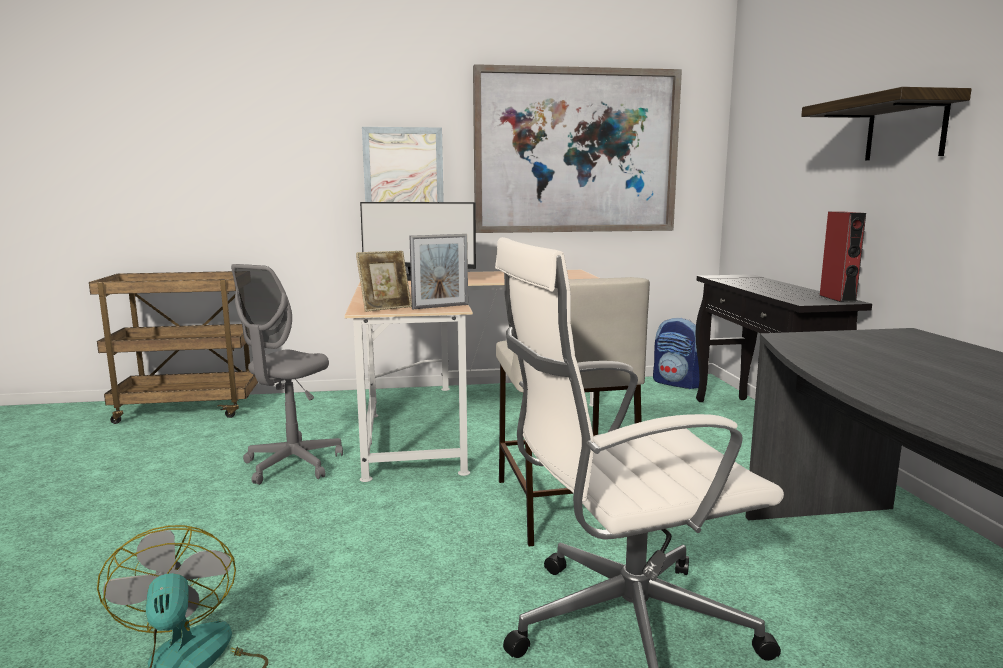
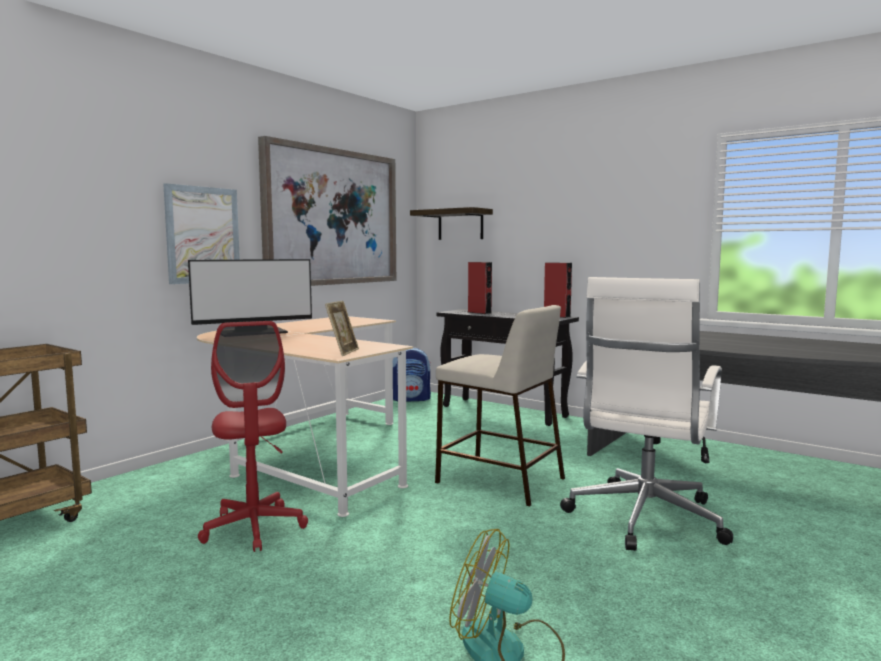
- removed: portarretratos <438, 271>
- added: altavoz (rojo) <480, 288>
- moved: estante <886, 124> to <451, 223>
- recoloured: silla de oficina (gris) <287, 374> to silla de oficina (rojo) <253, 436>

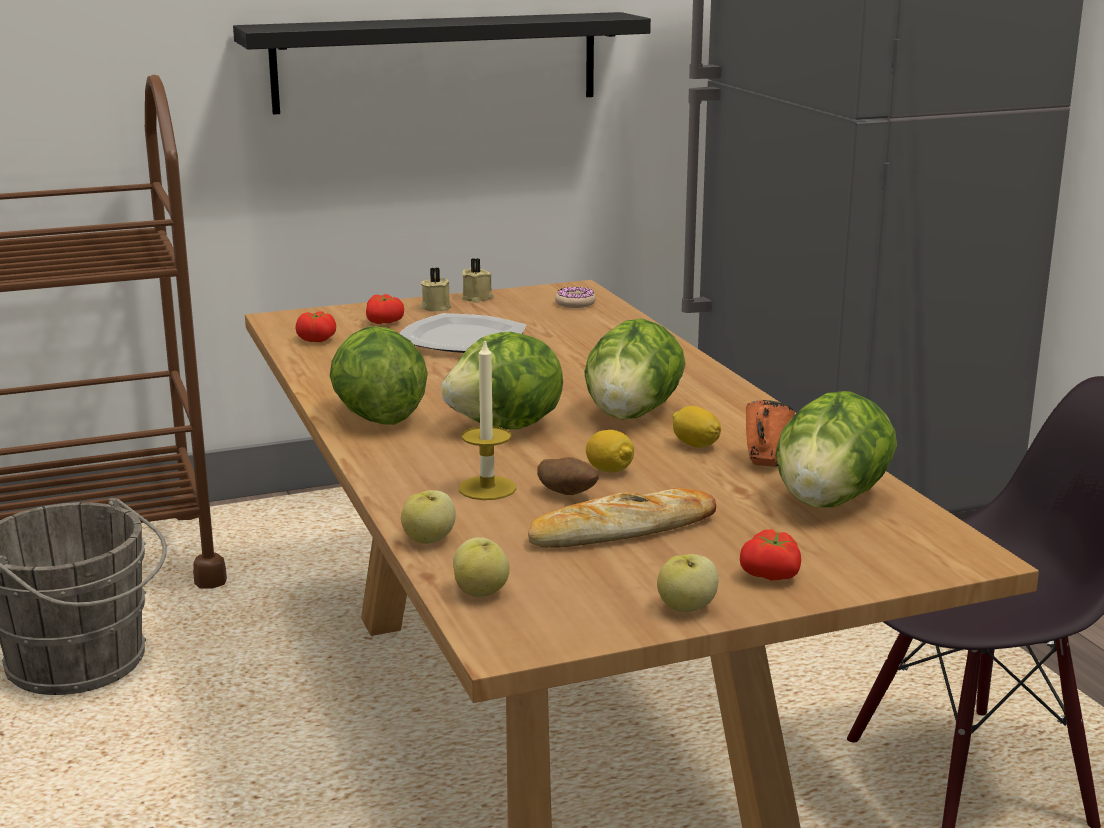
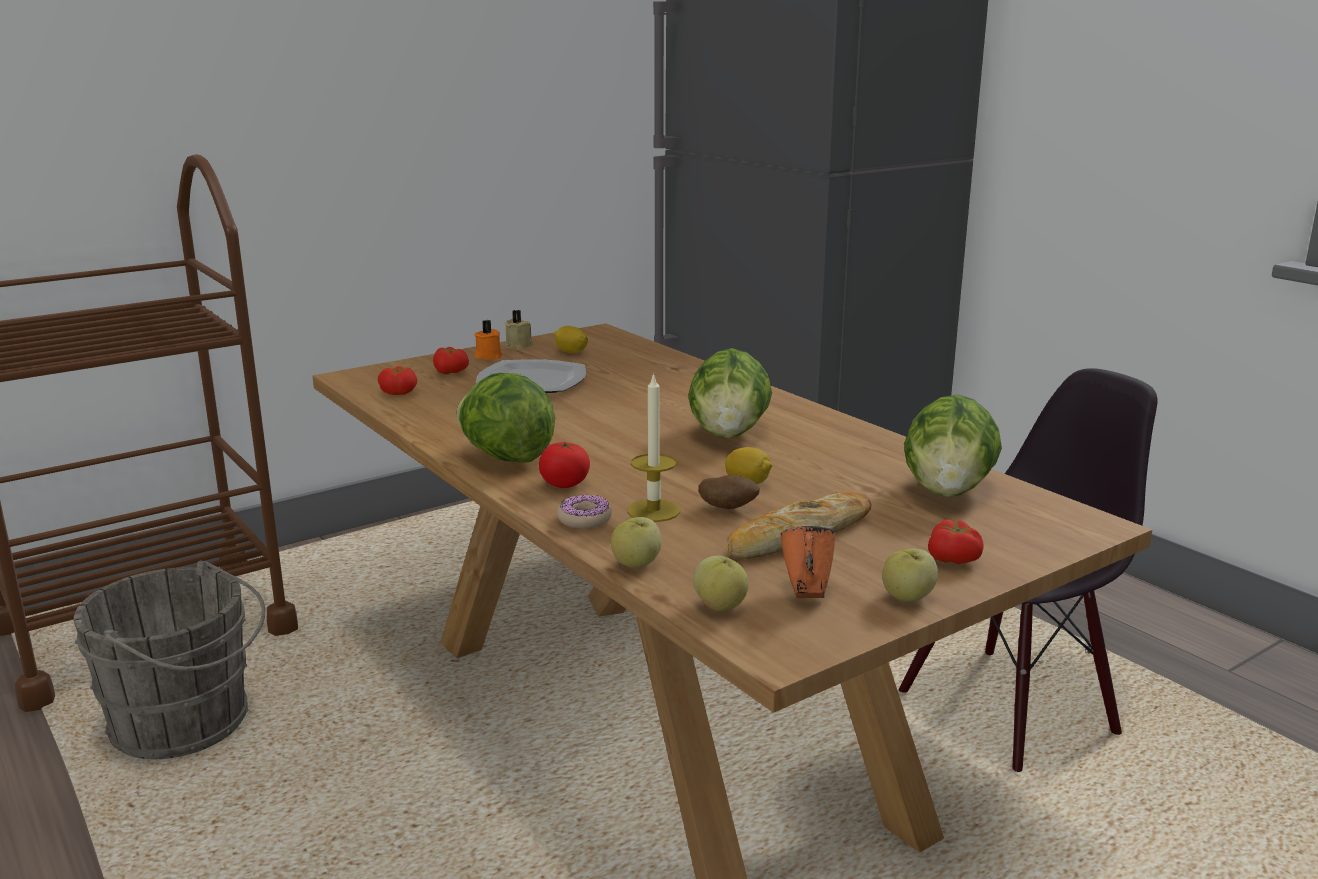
- removed: estante (negro) <442, 63>
- removed: lechuga <502, 380>
- added: tomate <564, 465>
- moved: rosquilla <575, 297> to <584, 512>
- moved: limón <696, 427> to <571, 339>
- moved: taza grande (naranja) <770, 433> to <807, 562>
- recoloured: vela (beis) <436, 289> to vela (naranja) <488, 340>

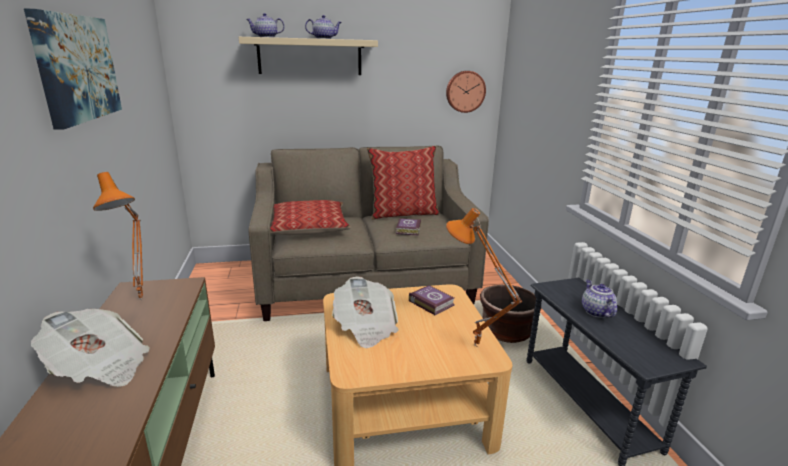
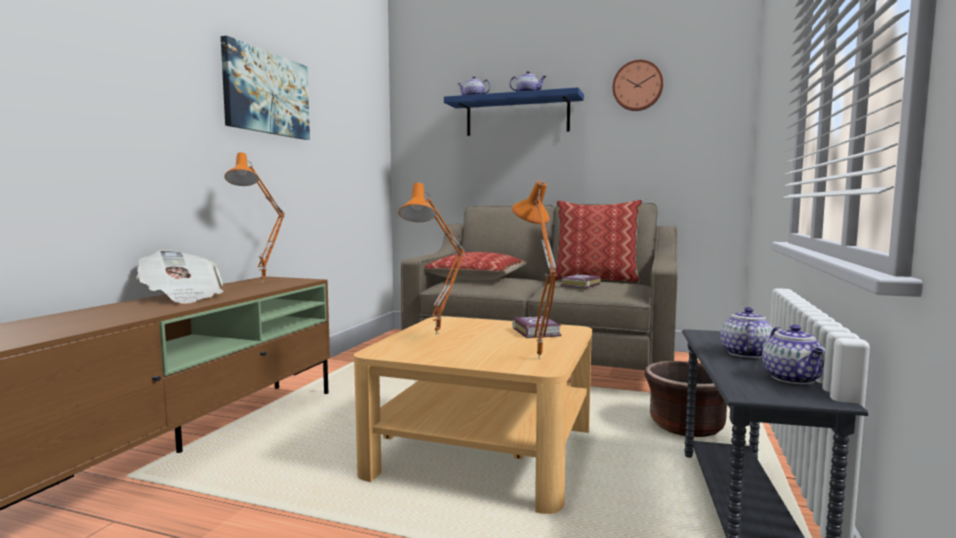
- added: tetera <793, 354>
- moved: reloj de pared <466, 92> to <637, 85>
- replaced: periódico <365, 312> to lámpara de mesa (naranja) <431, 259>
- recoloured: estante (beis) <308, 56> to estante (azul) <514, 111>

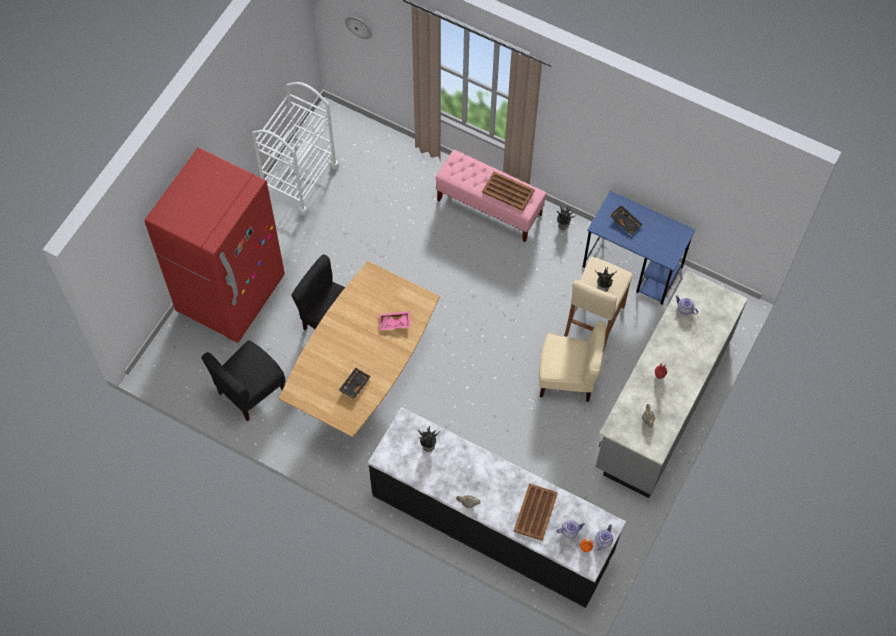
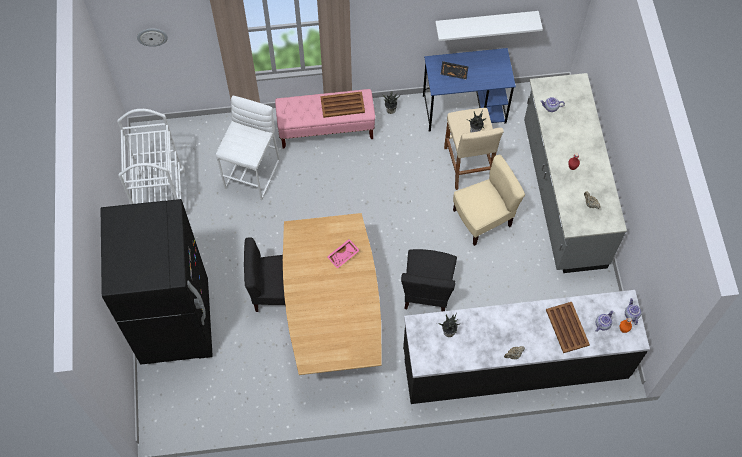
- removed: bandeja (negro) <355, 383>
- added: taburete (blanco) <248, 148>
- added: estante (blanco) <489, 26>
- moved: silla (negro) <243, 381> to <429, 280>
- recoloured: nevera (rojo) <215, 245> to nevera (negro) <157, 282>

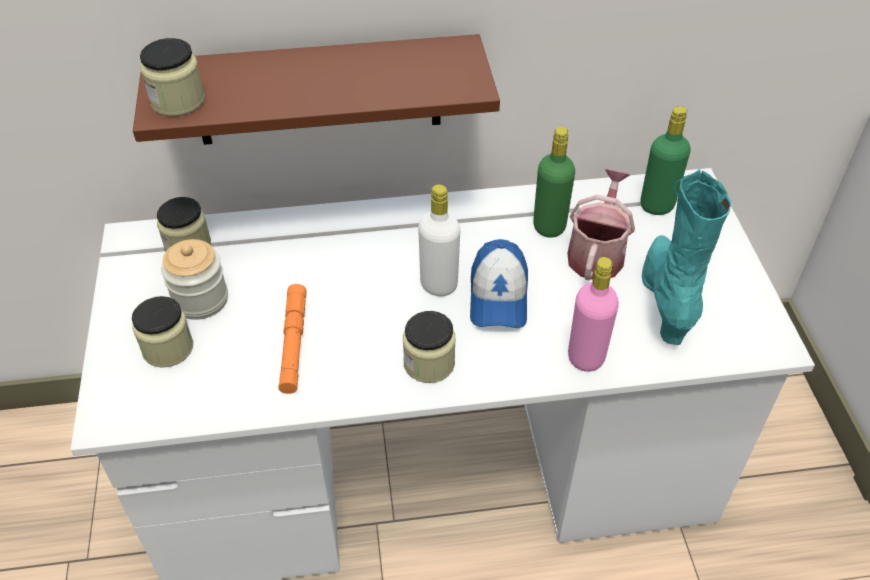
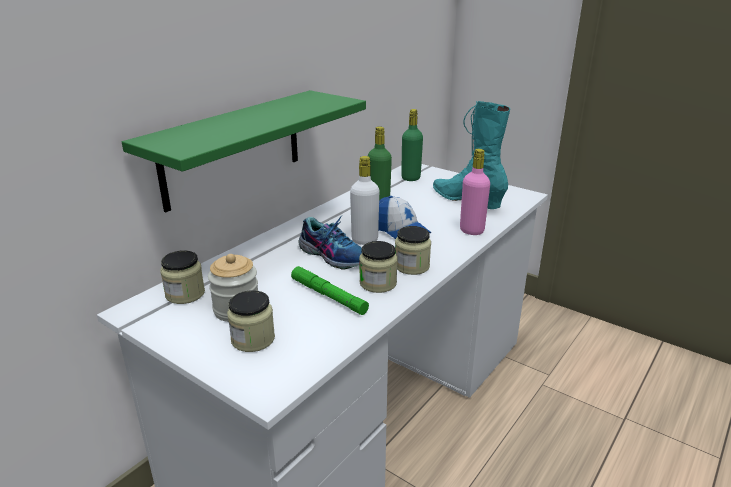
- removed: regadera <601, 224>
- added: zapato <330, 242>
- moved: tarro <172, 77> to <378, 267>
- recoloured: estante (marrón) <316, 89> to estante (verde) <244, 151>
- recoloured: linterna (naranja) <292, 339> to linterna (verde) <330, 290>

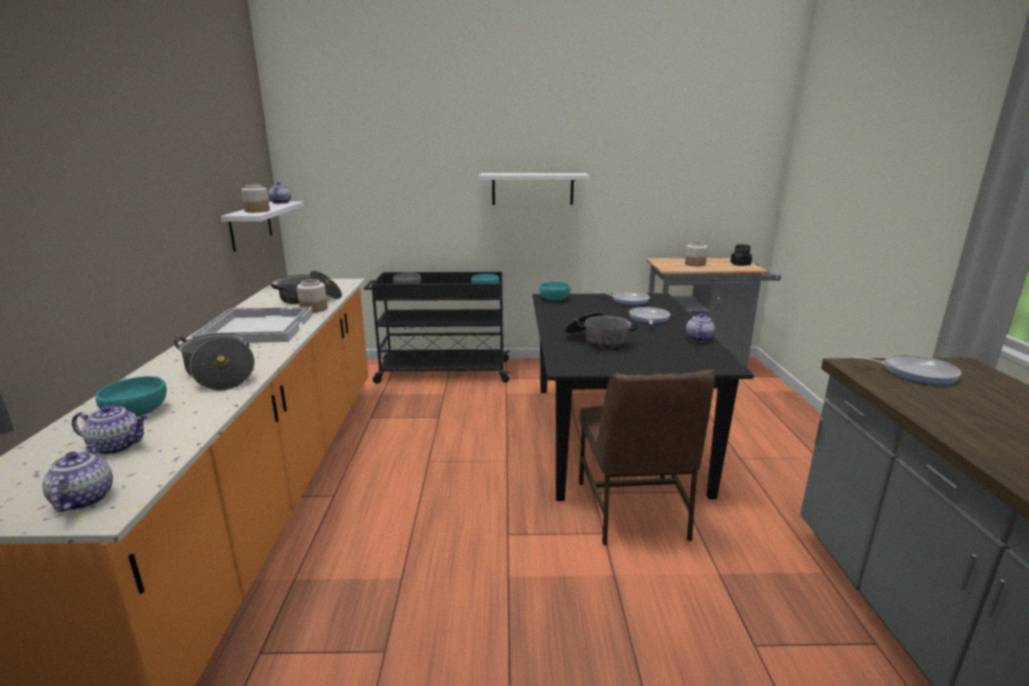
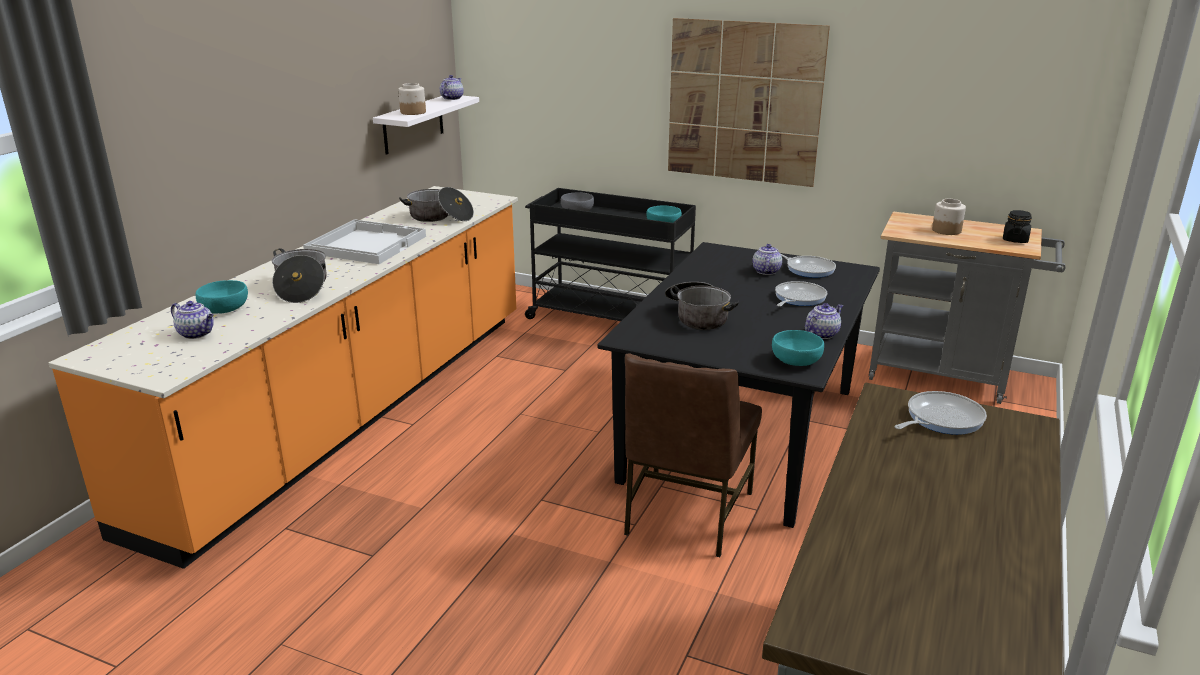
- removed: tarro <312, 296>
- moved: tetera <77, 477> to <767, 259>
- moved: cuenco (turquesa) <555, 291> to <798, 348>
- replaced: estante (blanco) <534, 189> to cuadro <749, 102>
- turned: sartén <906, 369> = <941, 413> 75 degrees counterclockwise

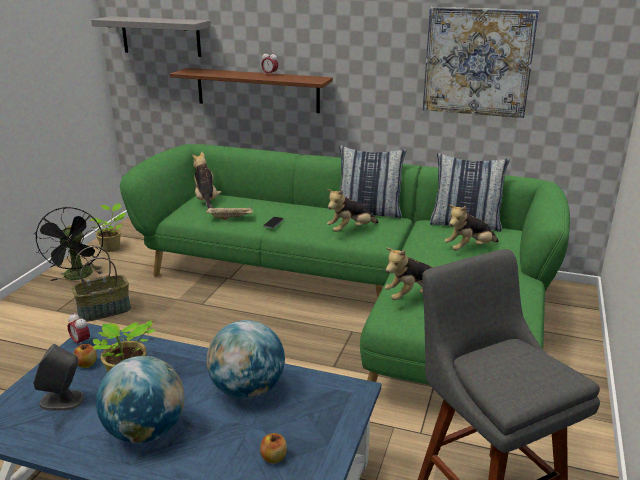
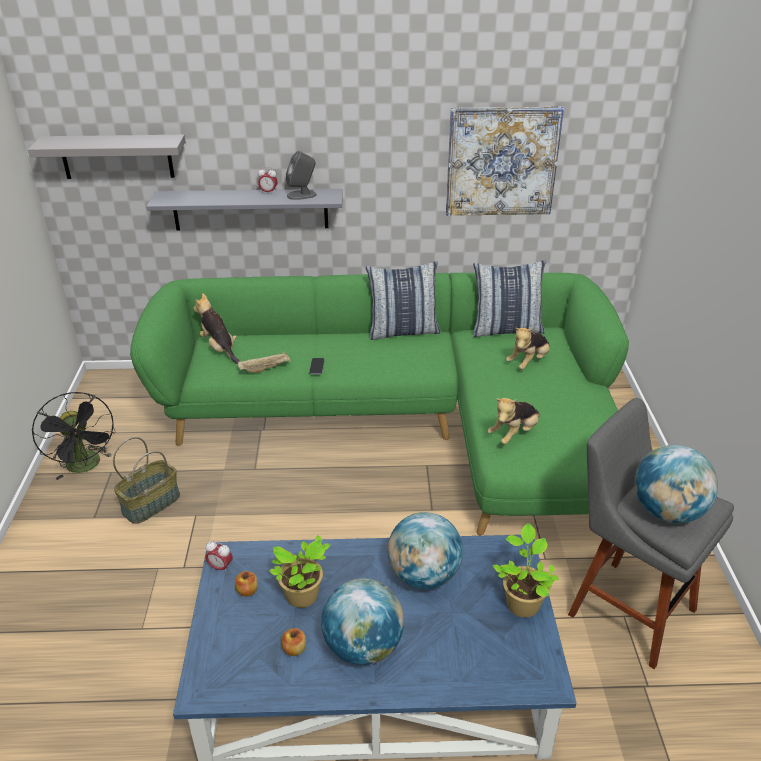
- removed: peluche <353, 210>
- added: globo terráqueo <676, 484>
- moved: altavoz (gris) <59, 377> to <301, 175>
- moved: planta en maceta <107, 227> to <526, 570>
- moved: manzana <273, 448> to <294, 642>
- recoloured: estante (marrón) <251, 90> to estante (gris) <244, 210>

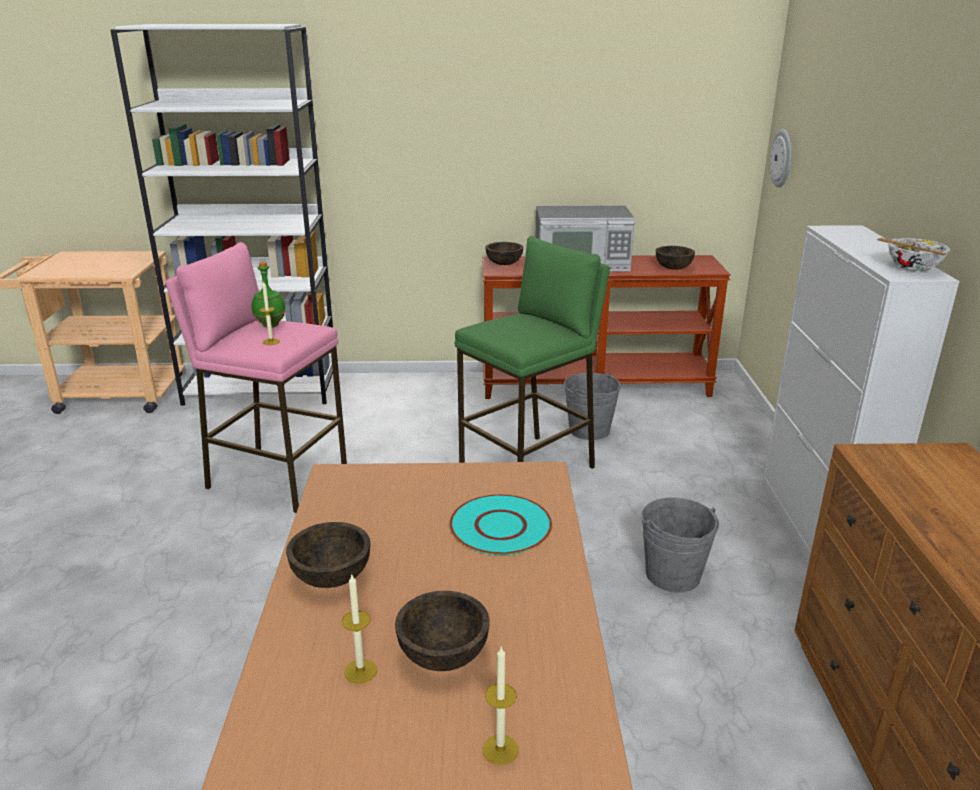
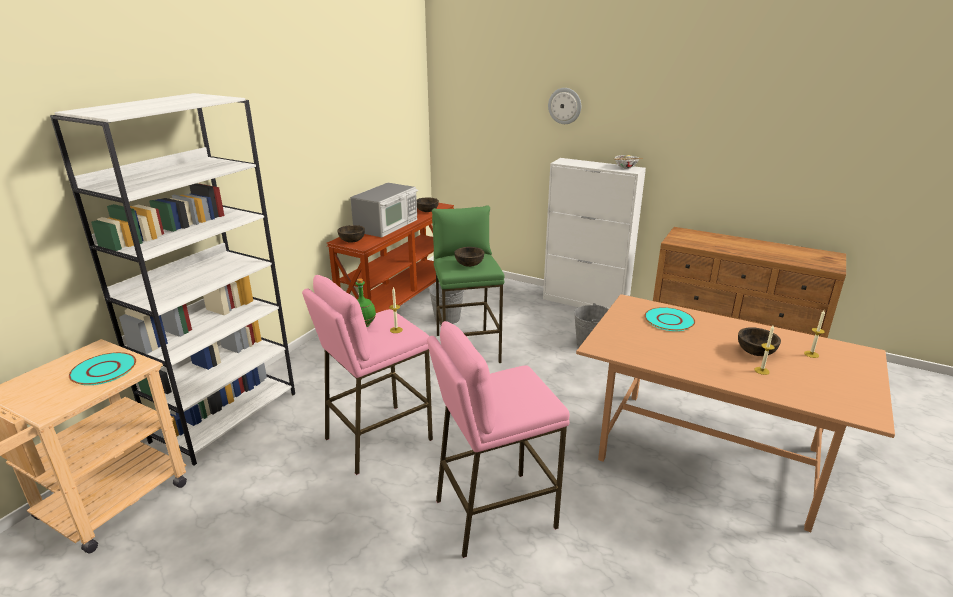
- added: plato (turquesa) <102, 368>
- added: taburete (rosa) <498, 439>
- moved: cuenco (marrón) <328, 555> to <469, 257>
- moved: reloj de pared <781, 158> to <564, 106>

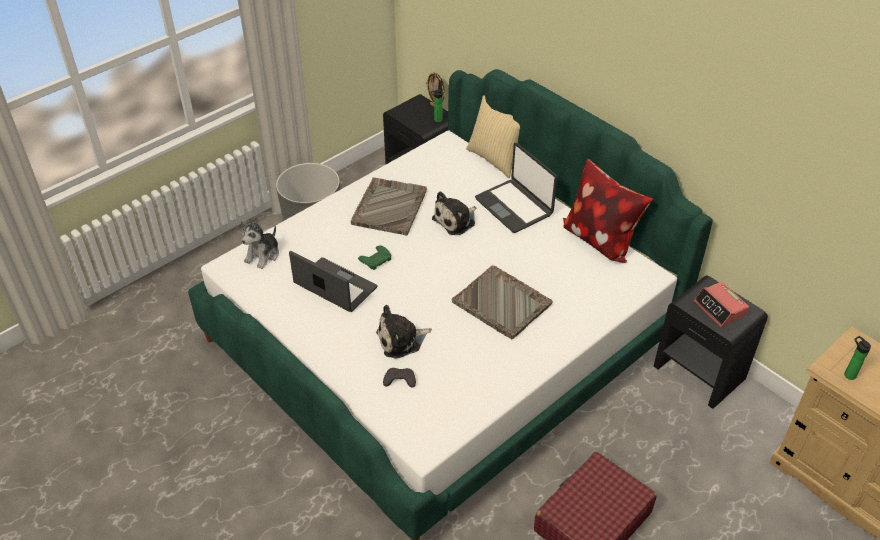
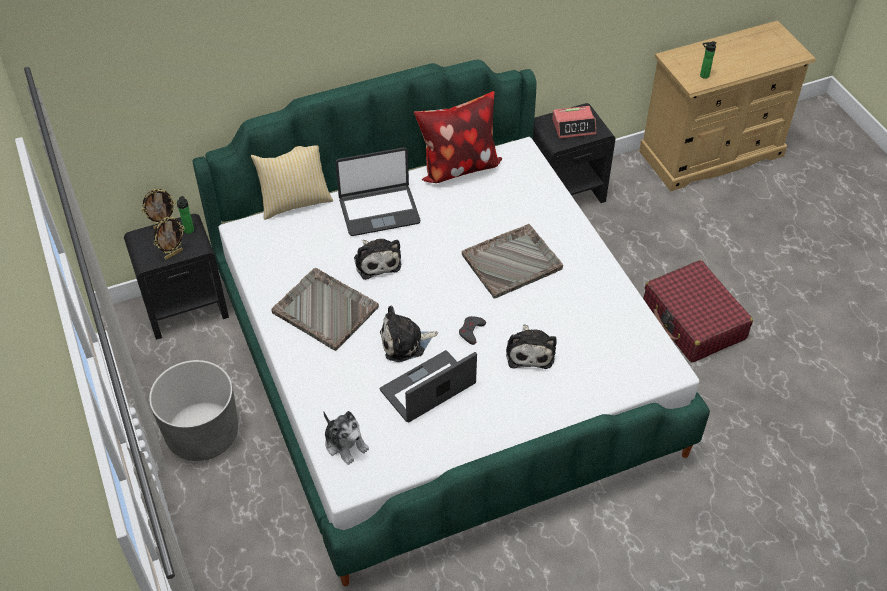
- added: portarretratos <169, 238>
- moved: mando de consola (gris) <399, 378> to <472, 330>
- replaced: mando de consola (verde) <374, 257> to peluche <409, 333>

